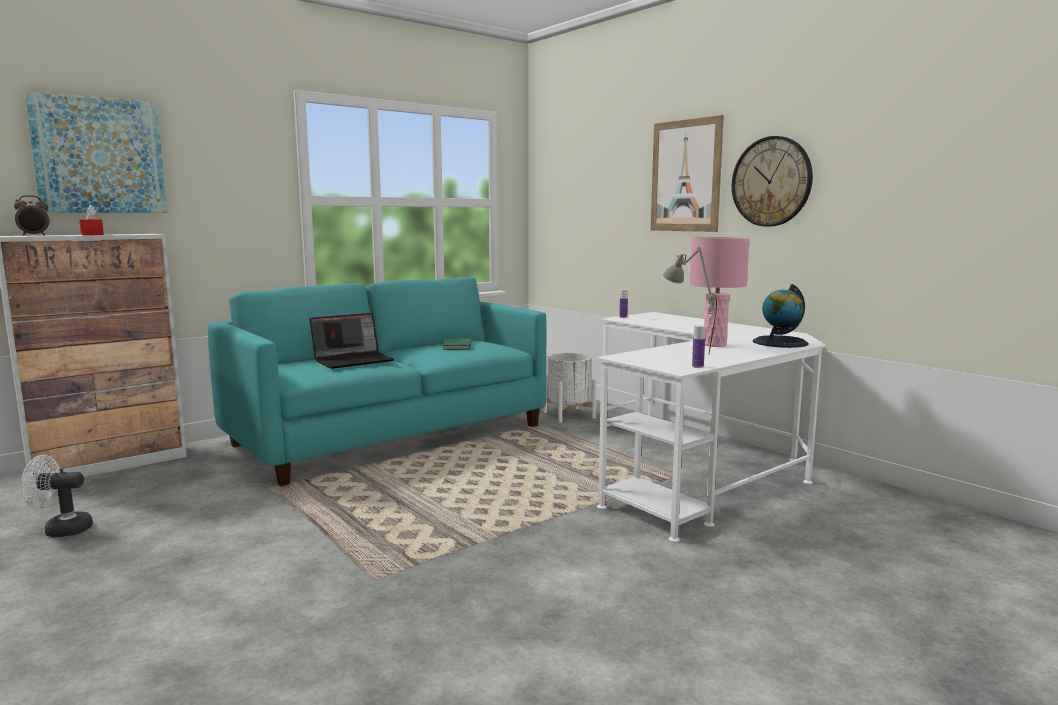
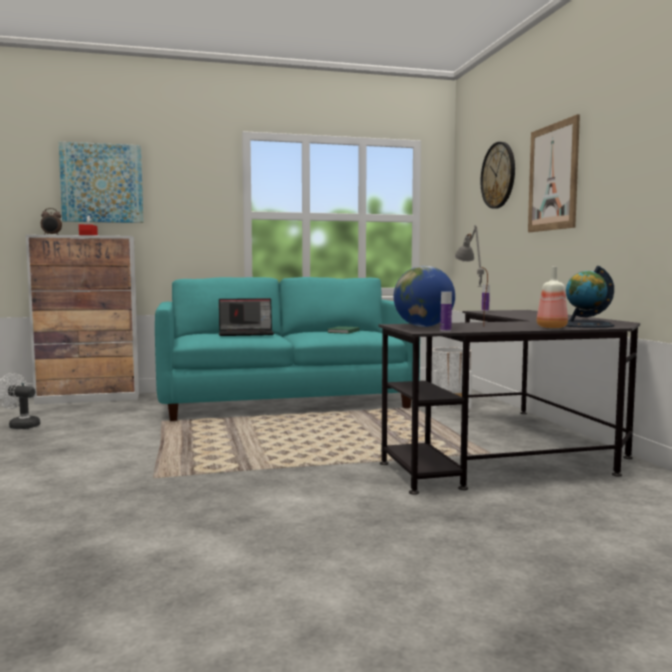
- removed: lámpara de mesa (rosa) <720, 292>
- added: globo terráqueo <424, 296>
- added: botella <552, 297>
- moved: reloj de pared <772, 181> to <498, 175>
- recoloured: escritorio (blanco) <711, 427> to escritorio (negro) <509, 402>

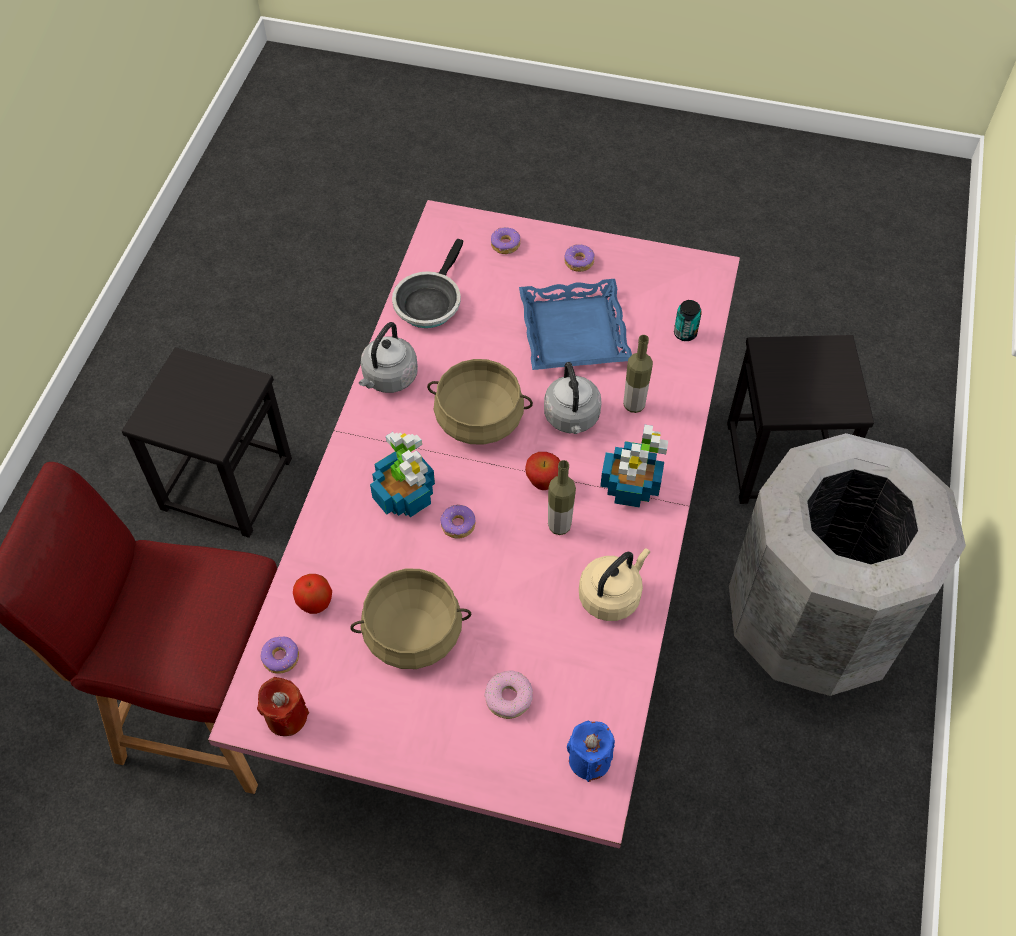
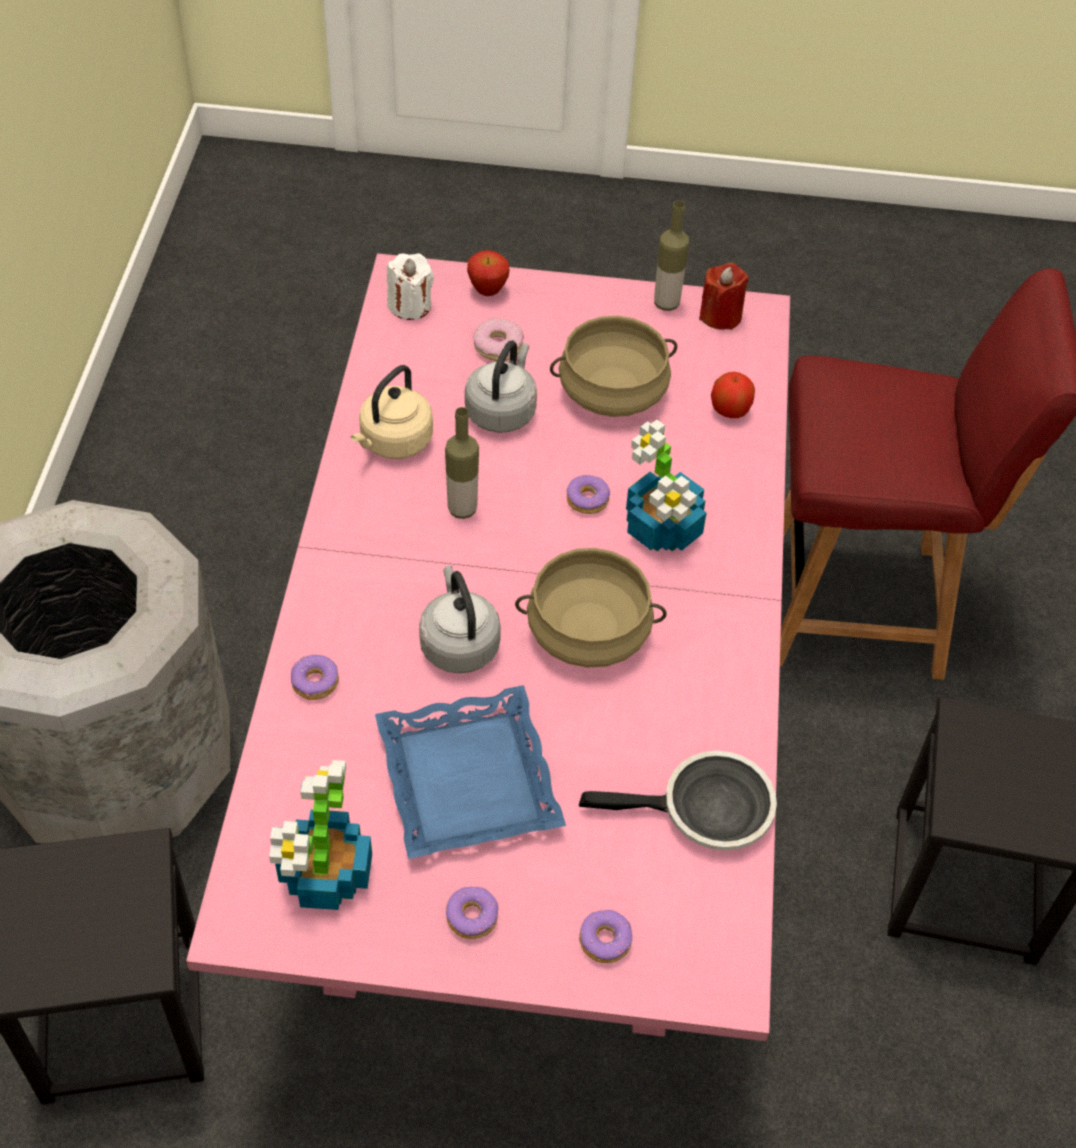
- removed: lata <688, 320>
- moved: rosquilla <280, 655> to <315, 677>
- moved: hervidor (gris) <388, 357> to <501, 386>
- moved: manzana <542, 471> to <488, 273>
- moved: planta en maceta <634, 466> to <320, 835>
- moved: botella <638, 374> to <671, 256>
- recoloured: vela (azul) <591, 751> to vela (blanco) <410, 286>
- turned: sartén <427, 283> = <678, 800> 75 degrees clockwise

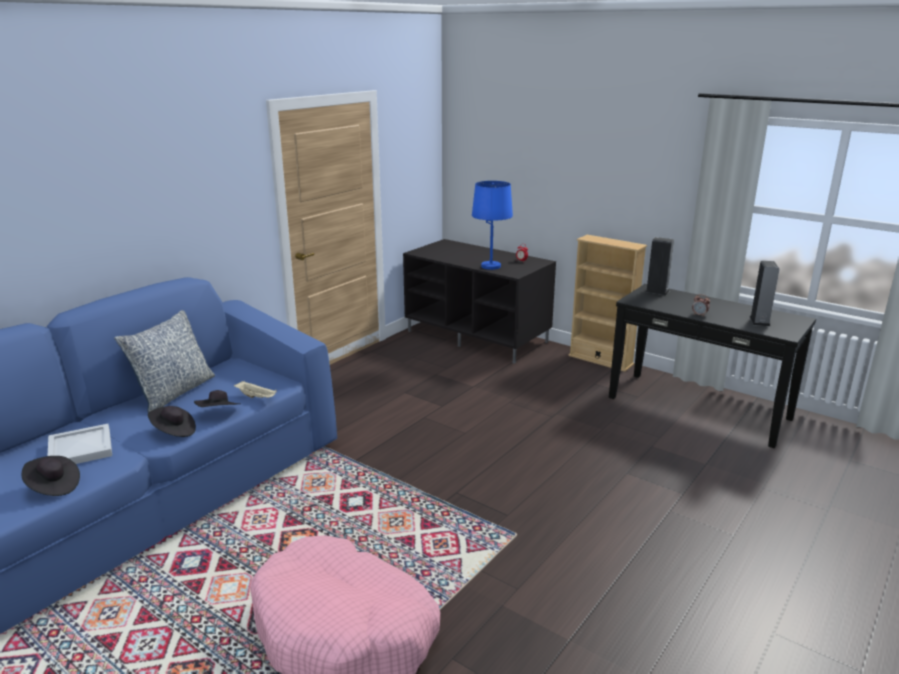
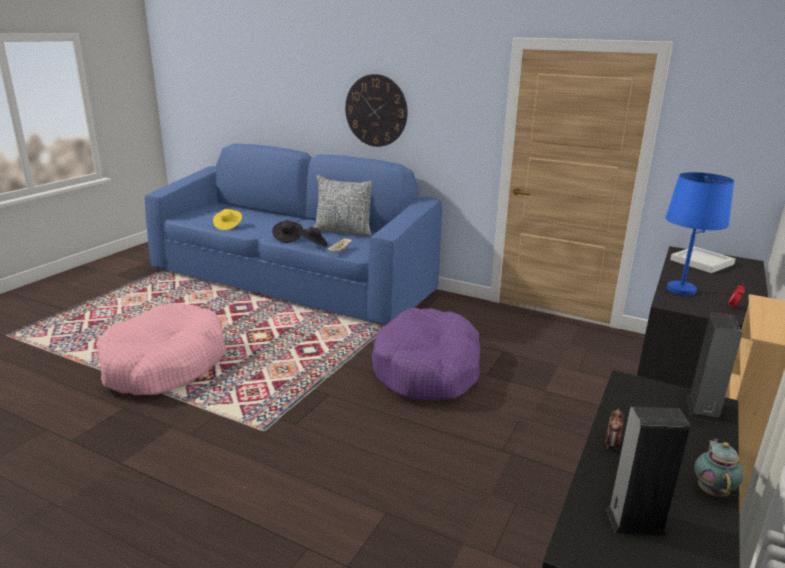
- added: reloj de pared <376, 110>
- added: cama para perro (morado) <426, 354>
- added: tetera <718, 467>
- moved: bandeja (blanco) <80, 444> to <703, 259>
- recoloured: sombrero (negro) <51, 476> to sombrero (amarillo) <227, 219>

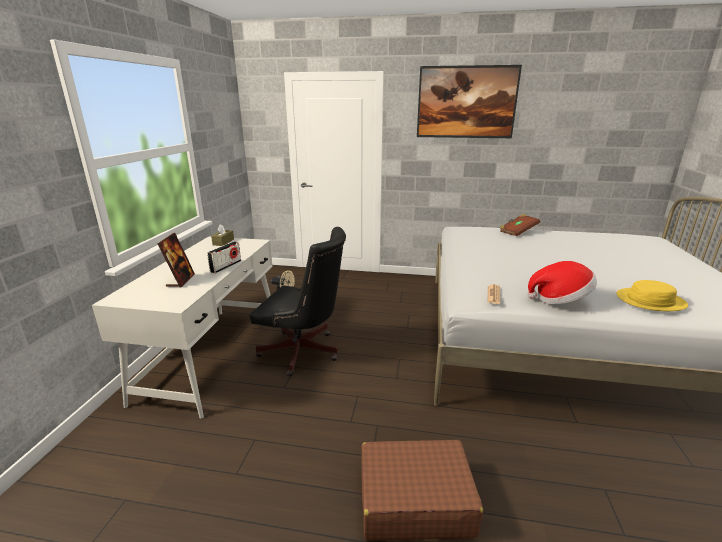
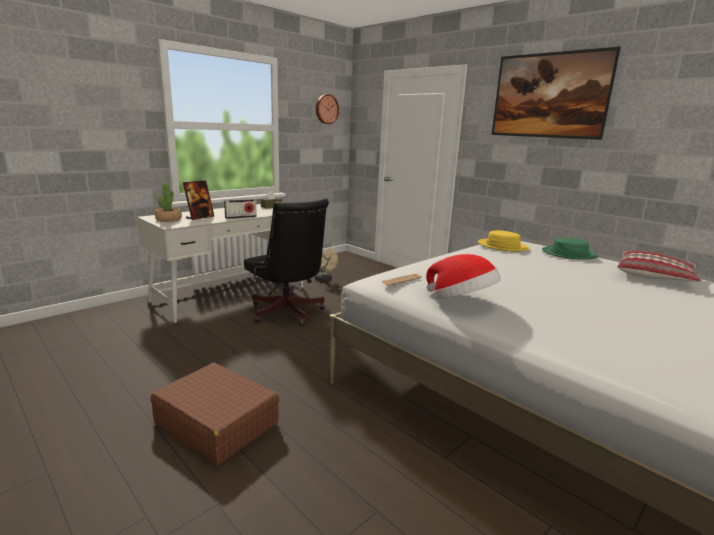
- added: planta en maceta <168, 202>
- added: reloj de pared <327, 109>
- added: cojín <659, 266>
- moved: sombrero (amarillo) <652, 295> to <503, 241>
- replaced: libro (marrón) <519, 225> to sombrero (verde) <570, 248>

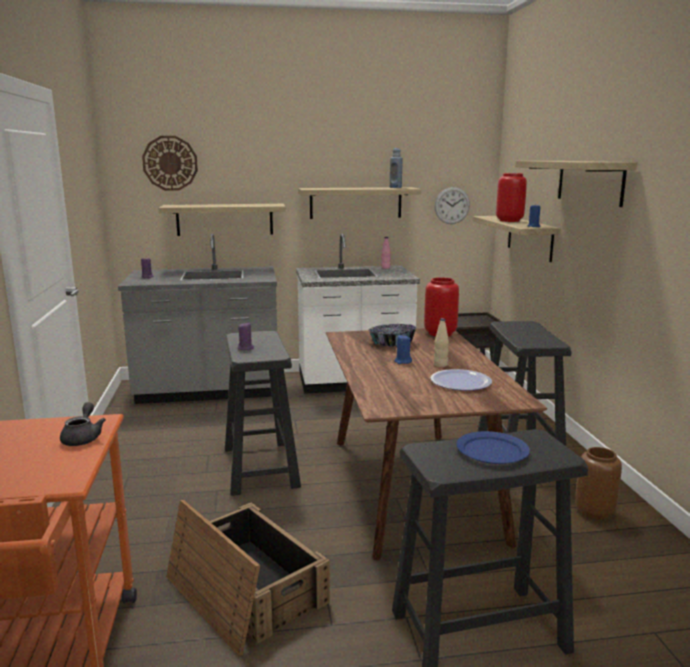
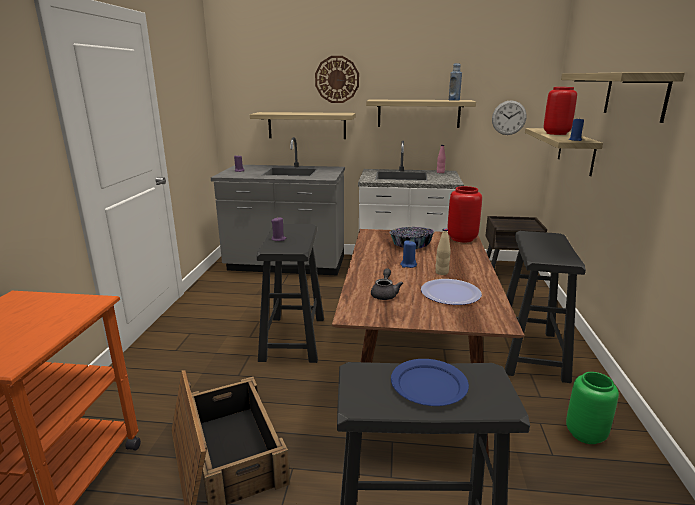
- moved: tetera (gris) <83, 424> to <387, 284>
- moved: reloj de pared <170, 163> to <337, 79>
- recoloured: florero (marrón) <598, 483> to florero (verde) <592, 408>

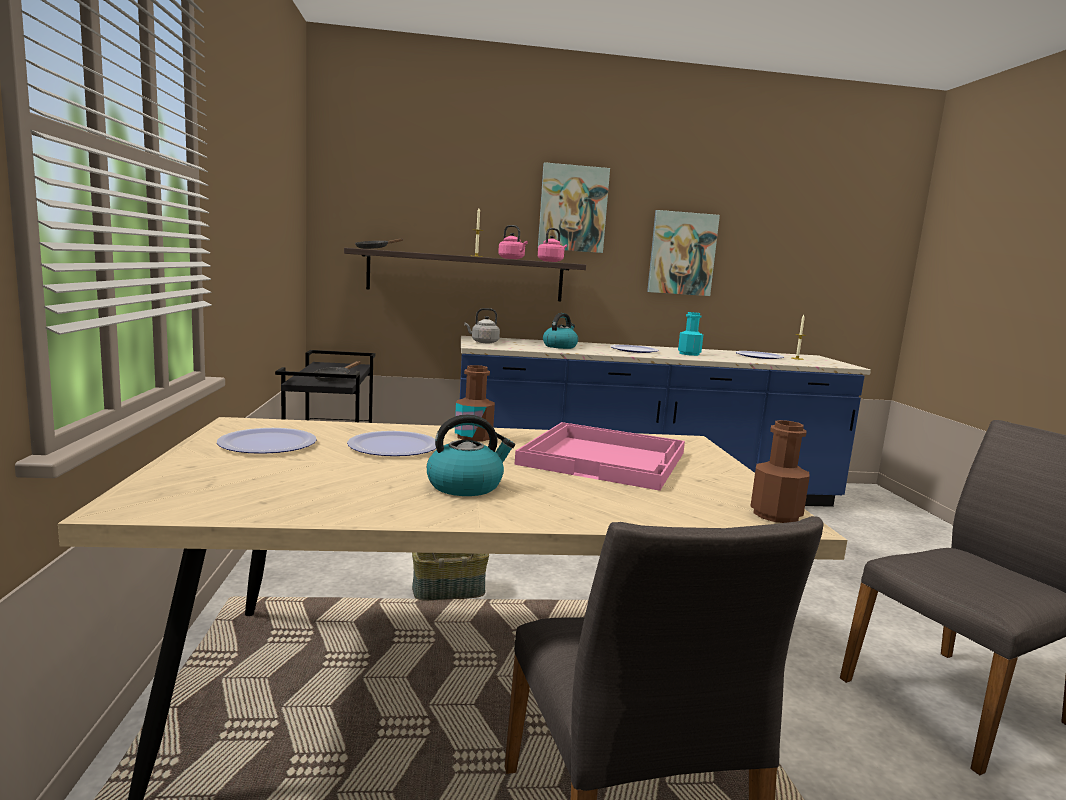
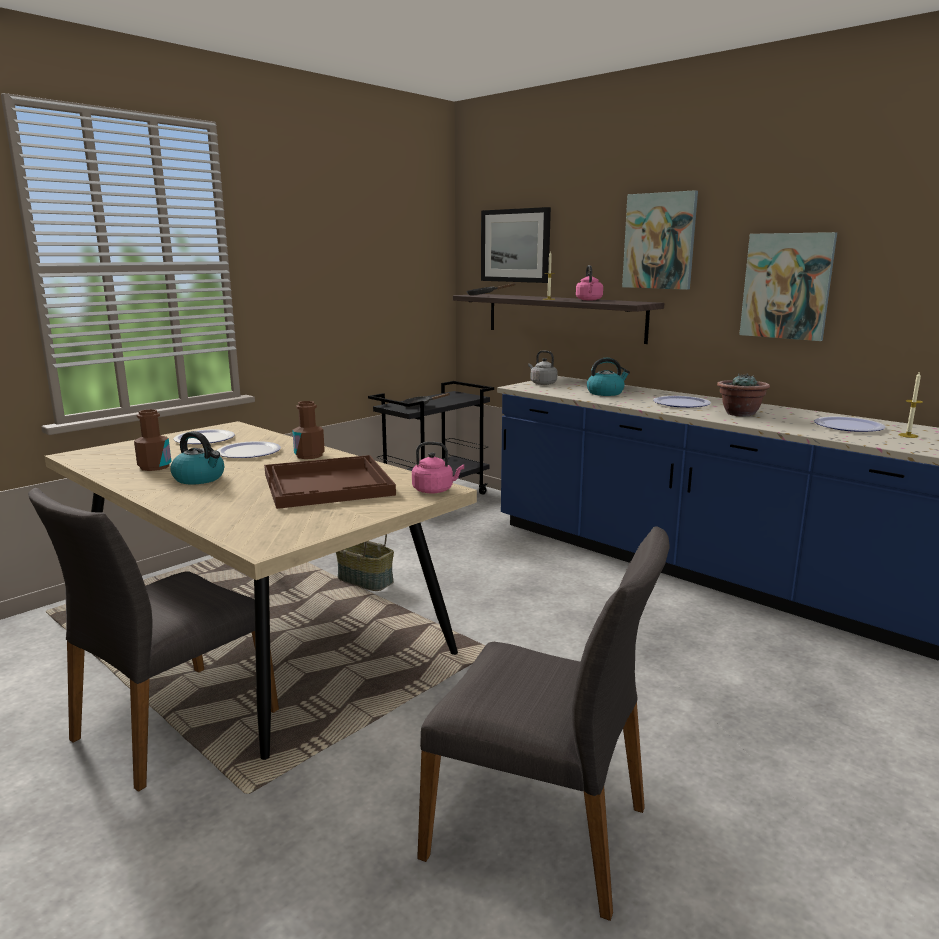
- added: cuadro <516, 245>
- moved: hervidor (rosa) <552, 245> to <438, 467>
- moved: botella (marrón) <780, 471> to <152, 440>
- replaced: botella (turquesa) <690, 334> to planta en maceta <743, 394>
- recoloured: bandeja (rosa) <600, 456> to bandeja (marrón) <330, 482>

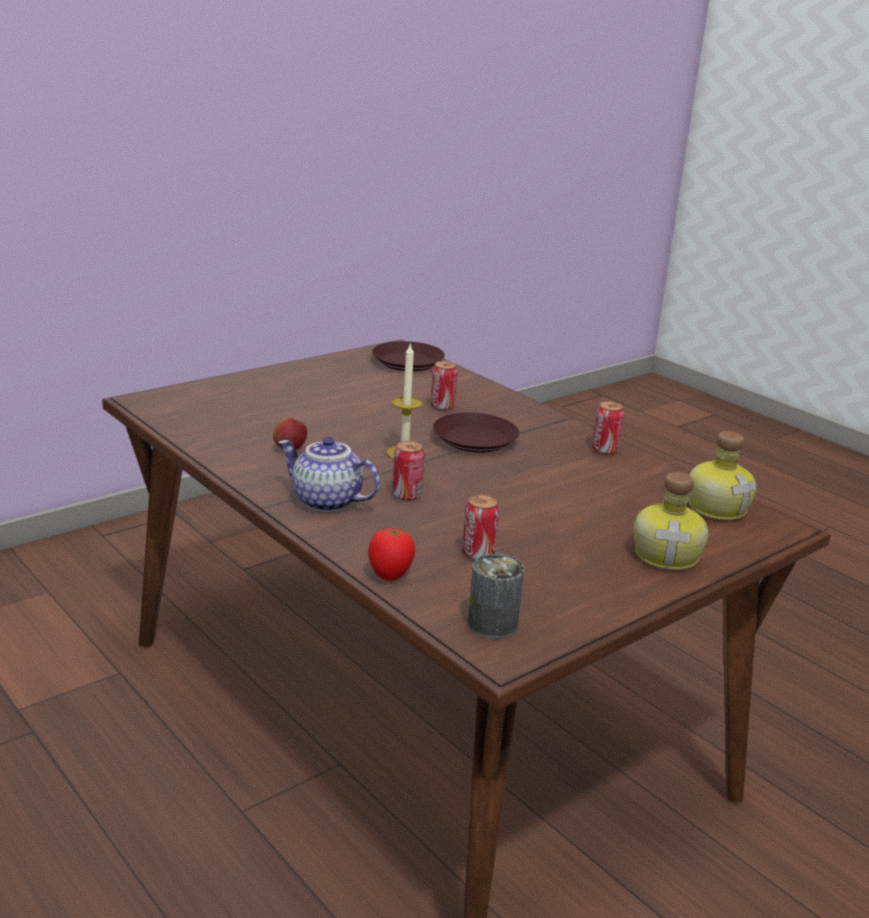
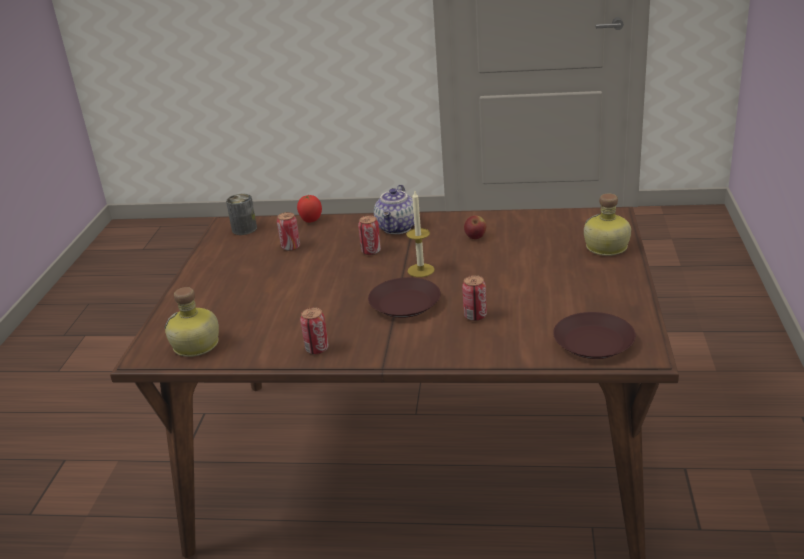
- moved: botella <671, 521> to <607, 224>
- turned: tetera <329, 474> = <394, 209> 120 degrees clockwise

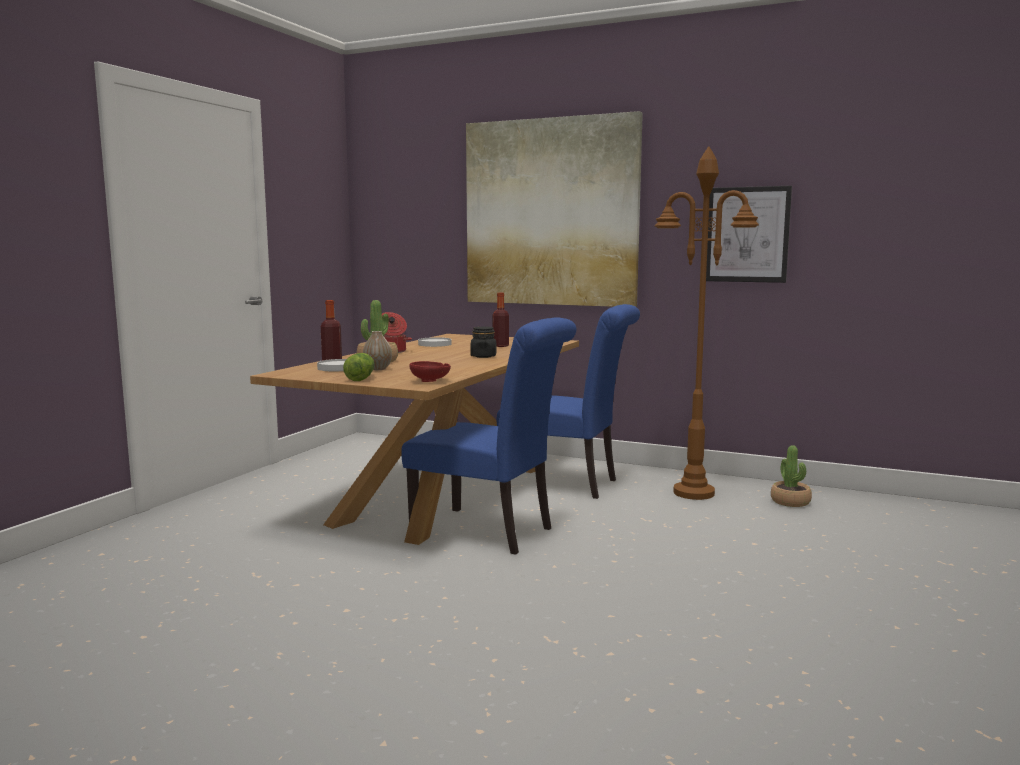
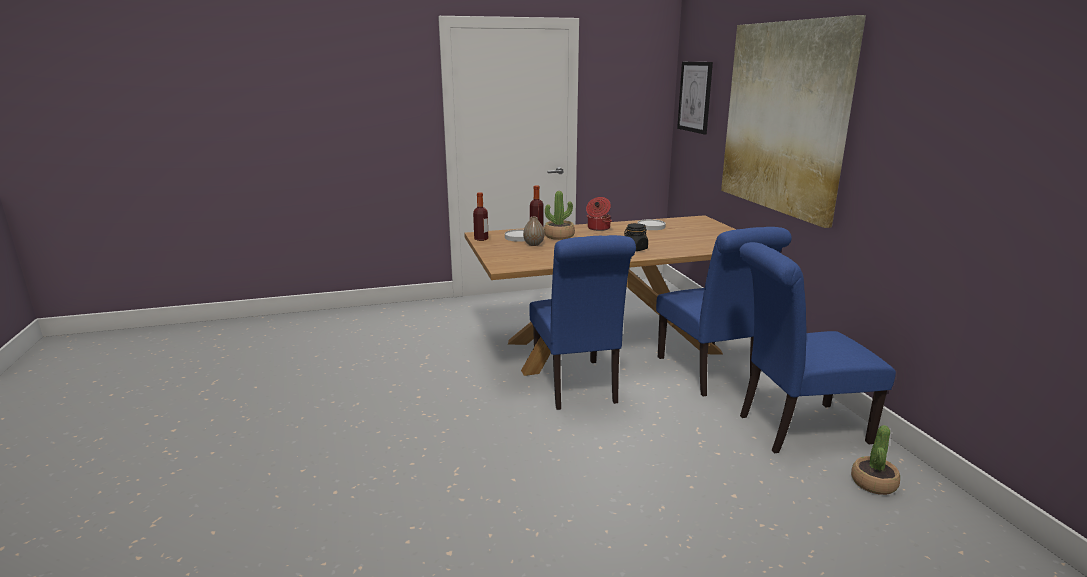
- removed: lechuga <358, 367>
- removed: cuenco (rojo) <430, 371>
- moved: botella <500, 320> to <480, 216>
- moved: cuadro <749, 234> to <695, 98>
- replaced: lámpara de pie (marrón) <707, 323> to silla (azul) <817, 347>

